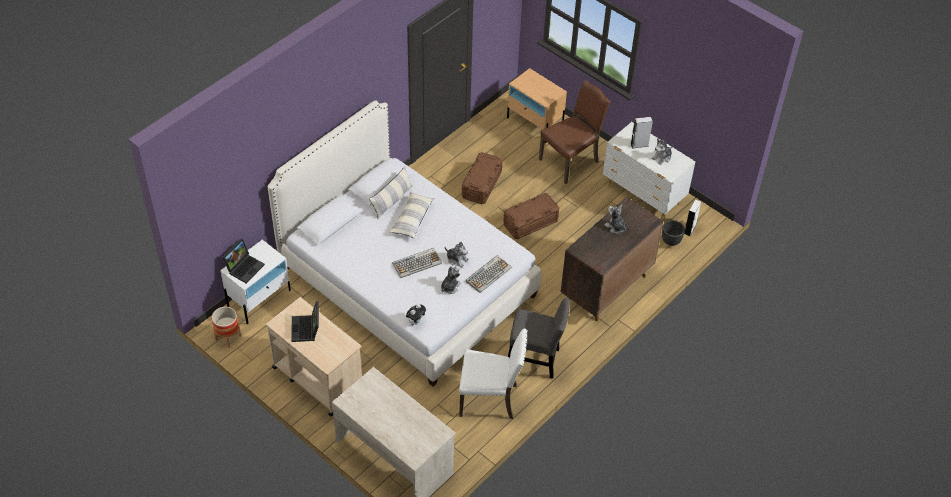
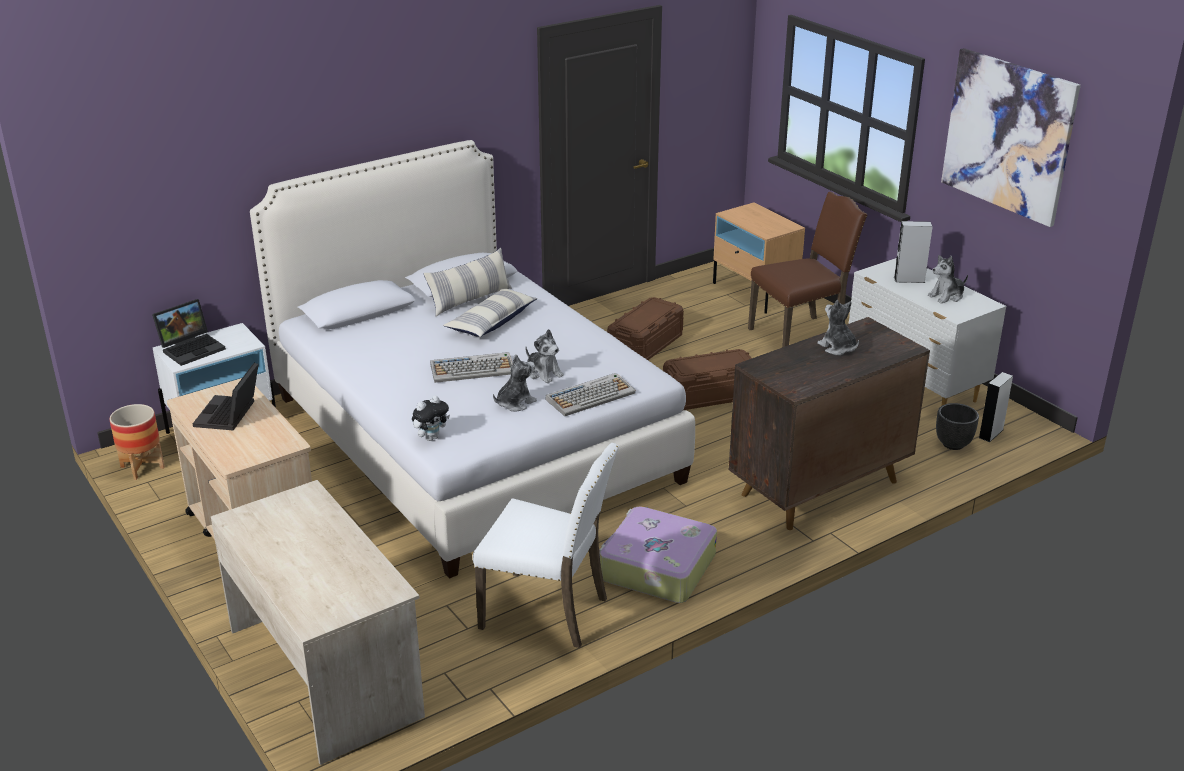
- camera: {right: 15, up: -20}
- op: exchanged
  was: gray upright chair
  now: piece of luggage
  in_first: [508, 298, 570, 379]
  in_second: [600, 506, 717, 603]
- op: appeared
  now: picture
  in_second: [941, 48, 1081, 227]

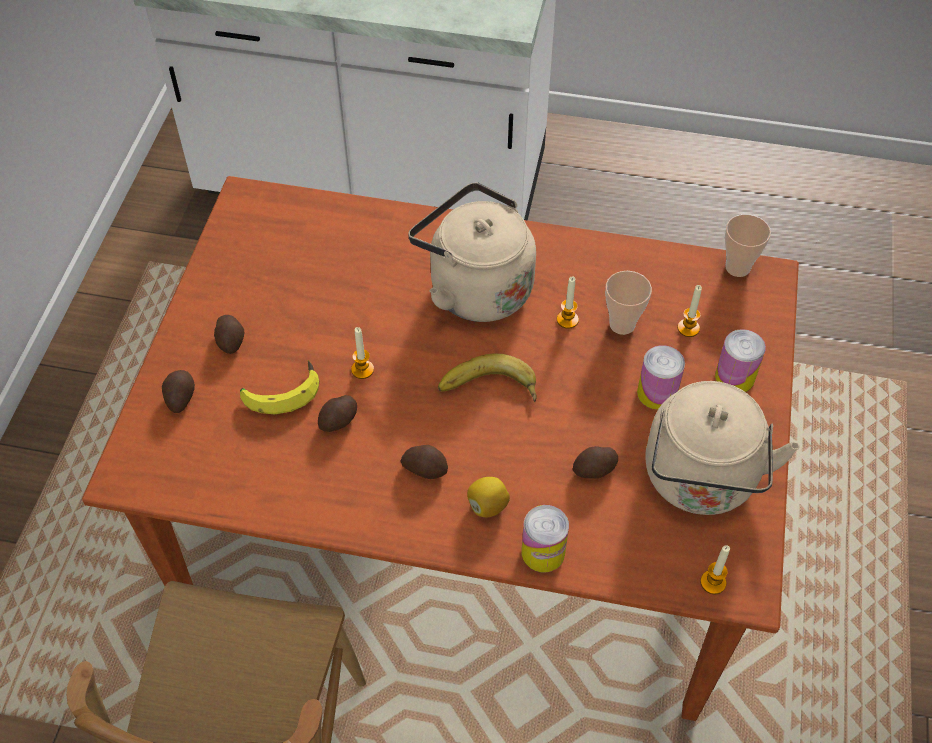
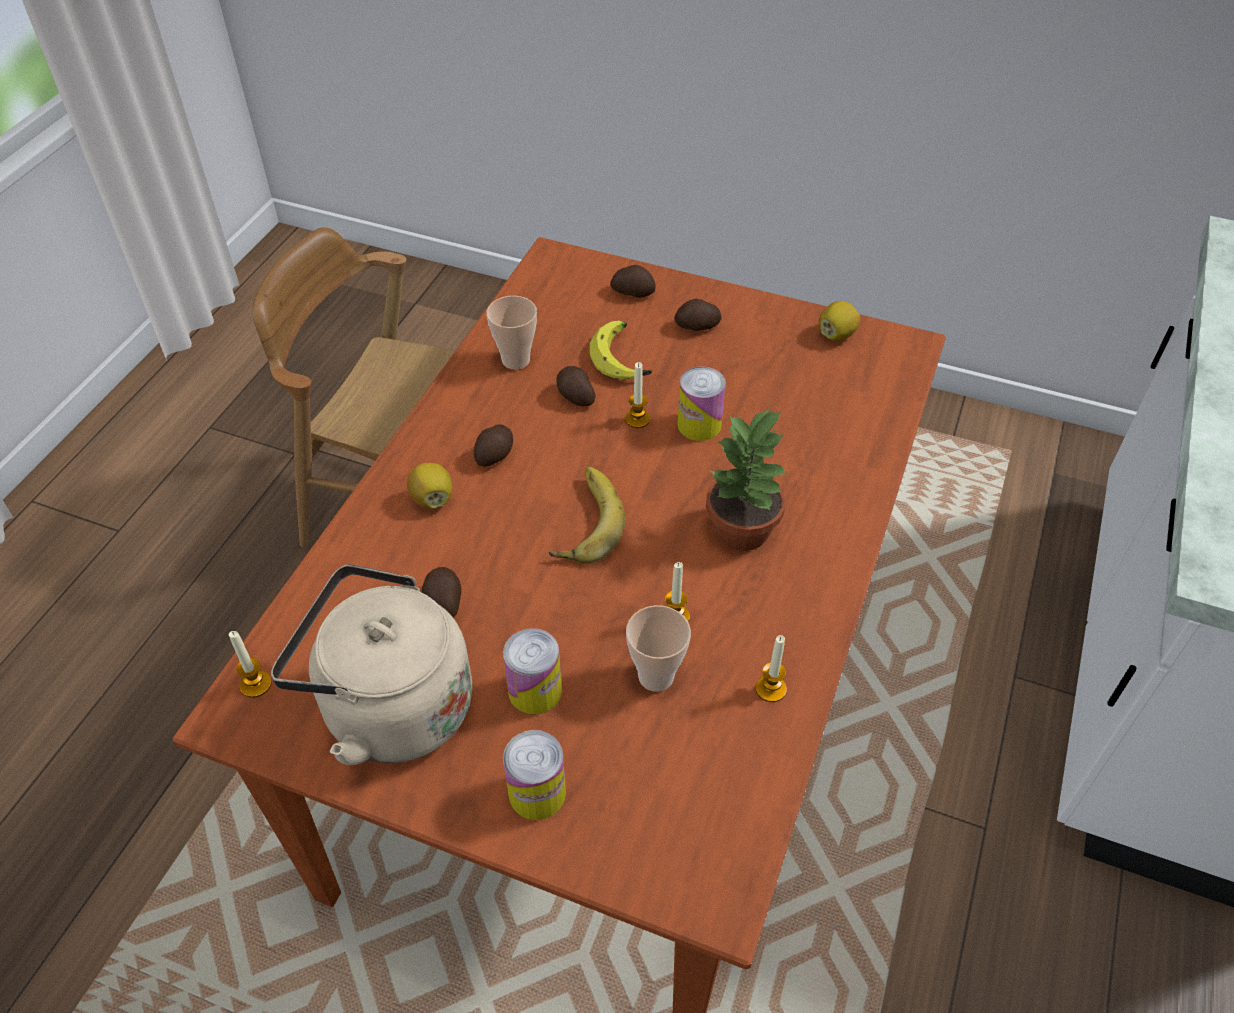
- camera: {right: 100, up: -5}
- op: relocated
  was: cup
  in_first: [725, 214, 771, 277]
  in_second: [486, 296, 537, 370]
- op: relocated
  was: metal can
  in_first: [521, 505, 569, 572]
  in_second: [677, 366, 726, 441]
- op: exchanged
  was: beige tea kettle
  now: houseplant
  in_first: [408, 182, 536, 322]
  in_second: [706, 408, 786, 551]
- op: relocated
  was: wax light
  in_first: [677, 285, 702, 337]
  in_second: [755, 635, 787, 702]
- op: appeared
  now: lemon
  in_second: [819, 301, 860, 341]

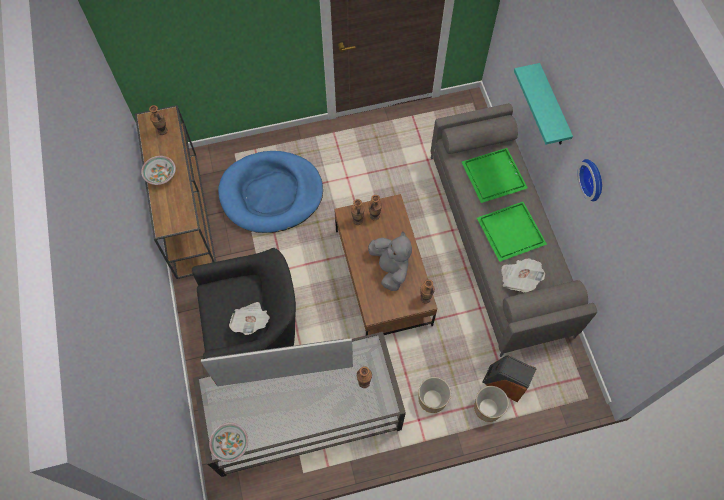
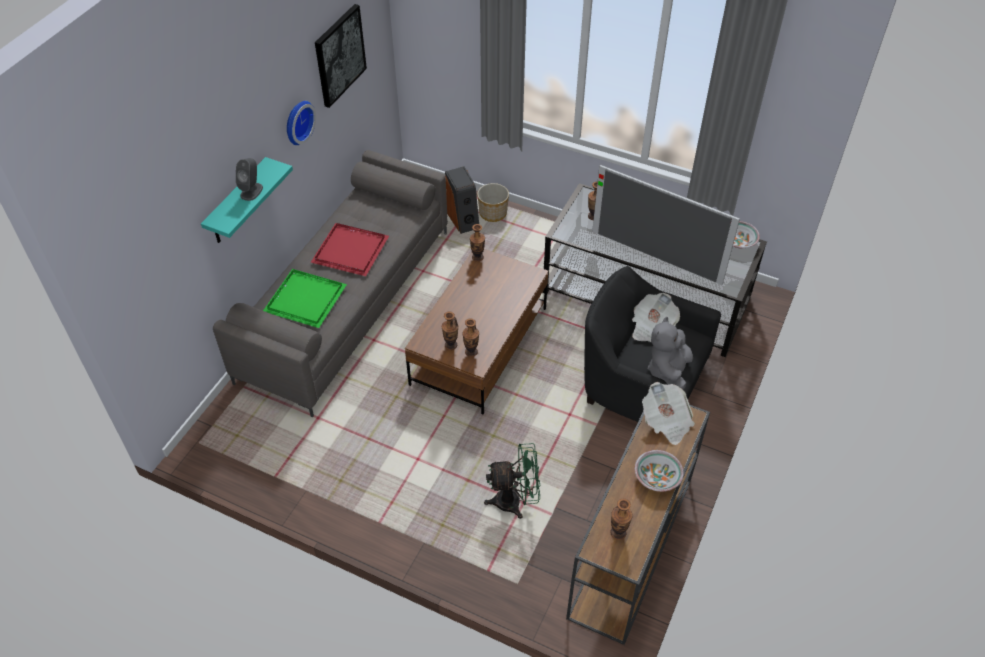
- camera: {right: -140, up: -15}
- op: appeared
  now: gray audio speaker
  in_second: [236, 158, 263, 201]
- op: colour
  was: green carrying tray
  now: red carrying tray
  in_first: [477, 202, 547, 262]
  in_second: [311, 223, 389, 276]
- op: appeared
  now: picture
  in_second: [315, 4, 367, 108]
- op: exchanged
  was: blue-coloured pet bed
  now: green cooling fan
  in_first: [218, 151, 323, 233]
  in_second: [484, 443, 540, 519]
- op: relocated
  was: printed paper
  in_first: [502, 258, 545, 292]
  in_second: [642, 382, 695, 445]
- op: relocated
  was: gray soft toy
  in_first: [368, 231, 412, 291]
  in_second: [648, 317, 693, 390]
- op: missing
  was: plant pot
  in_first: [419, 377, 451, 413]

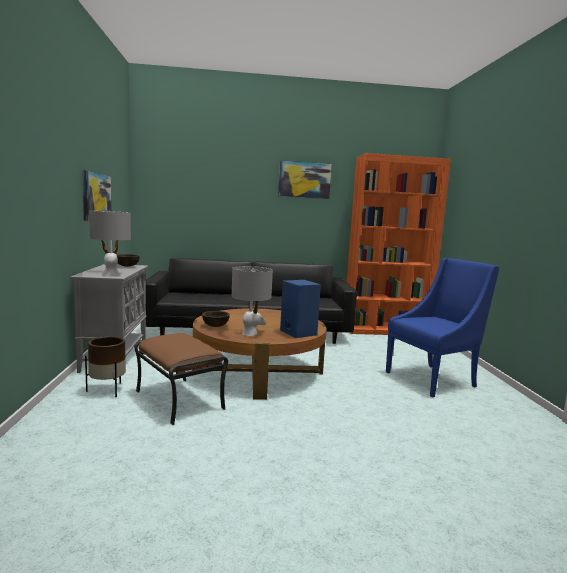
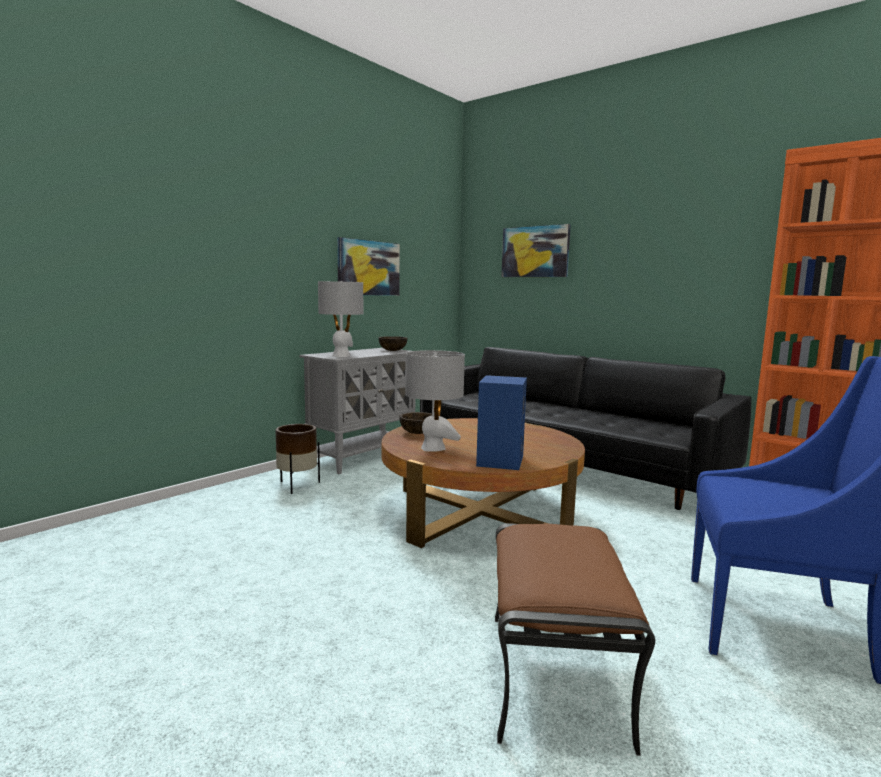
- camera: {right: 45, up: 0}
- op: relocated
  was: brown-coloured footrest
  in_first: [134, 333, 228, 425]
  in_second: [495, 523, 655, 756]
- op: relocated
  was: picture
  in_first: [278, 160, 332, 199]
  in_second: [501, 224, 571, 277]

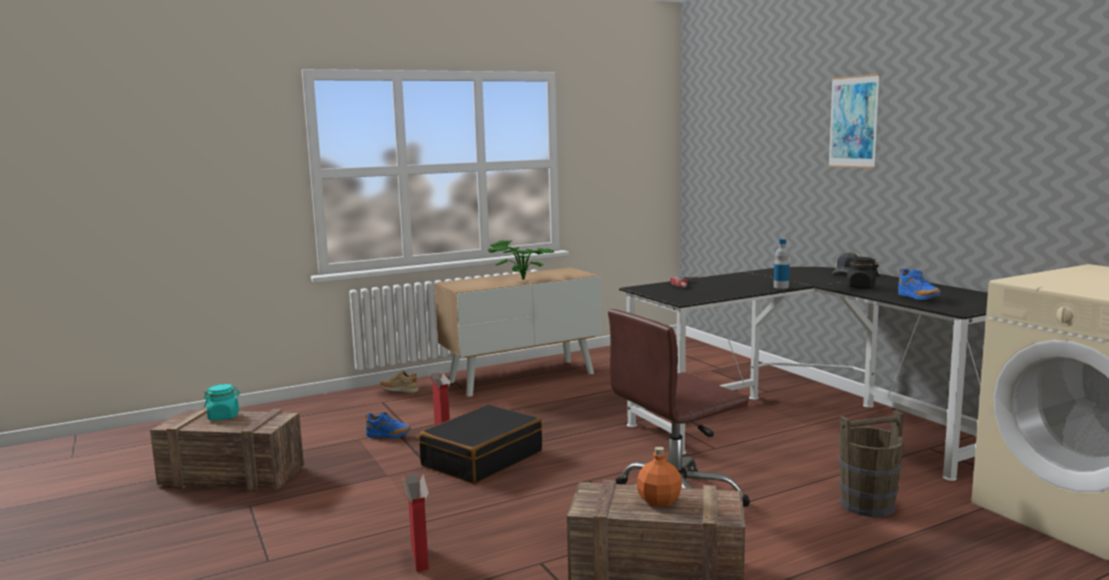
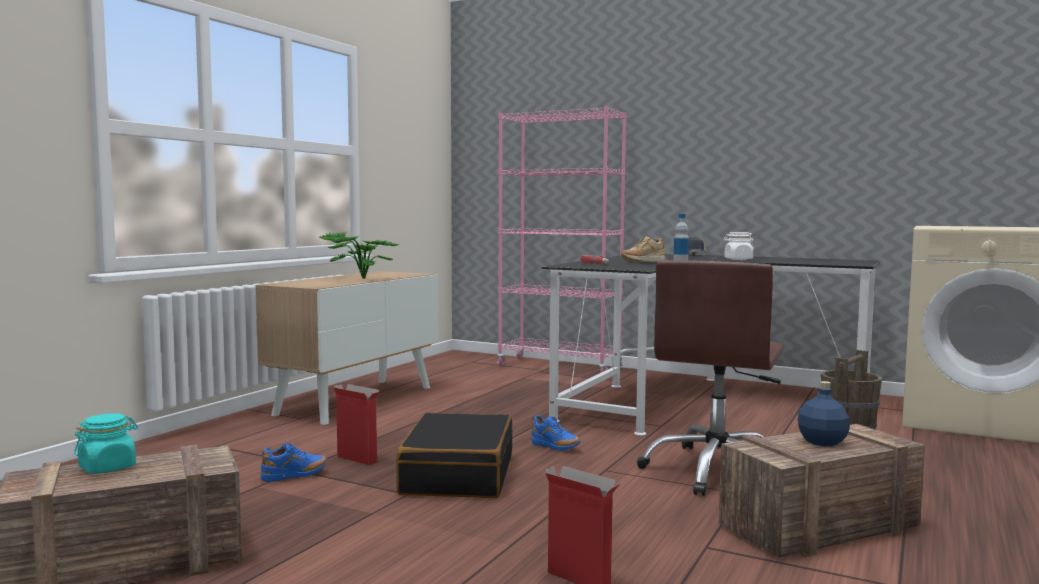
- camera: {right: -35, up: -5}
- op: appeared
  now: pinkish bookshelf
  in_second: [497, 106, 626, 373]
- op: relocated
  was: blue-coloured shoe
  in_first: [898, 269, 941, 300]
  in_second: [531, 415, 580, 451]
- op: relocated
  was: beige shoe
  in_first: [380, 370, 418, 393]
  in_second: [621, 236, 665, 262]
- op: colour
  was: black-coloured jar
  now: white jar
  in_first: [844, 257, 879, 289]
  in_second: [724, 232, 754, 260]
- op: colour
  was: orange drink bottle
  now: blue-coloured drink bottle
  in_first: [637, 447, 682, 507]
  in_second: [797, 381, 850, 446]
- op: missing
  was: picture
  in_first: [828, 74, 880, 168]

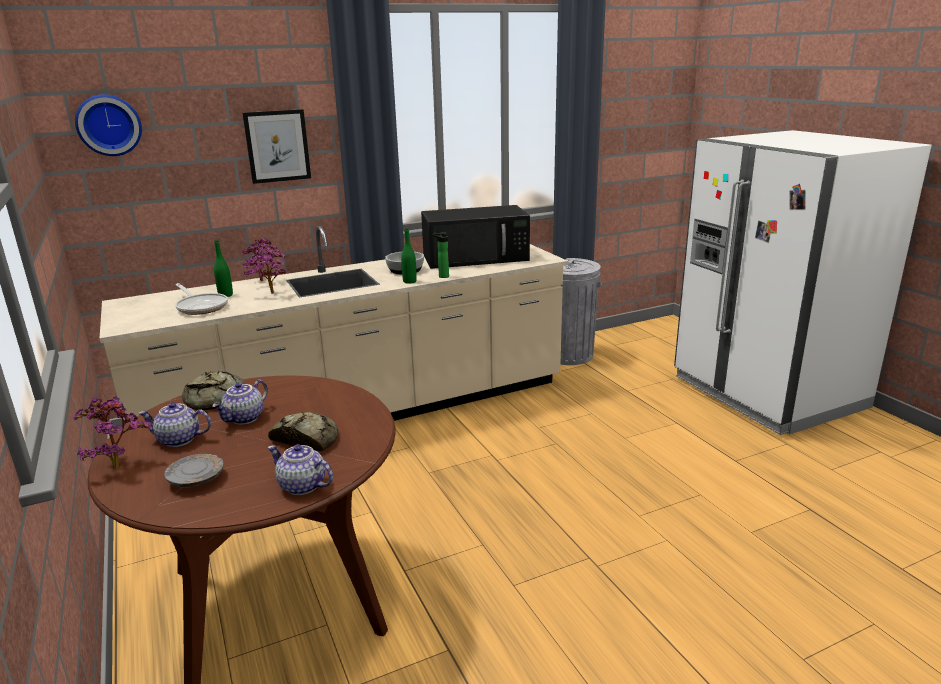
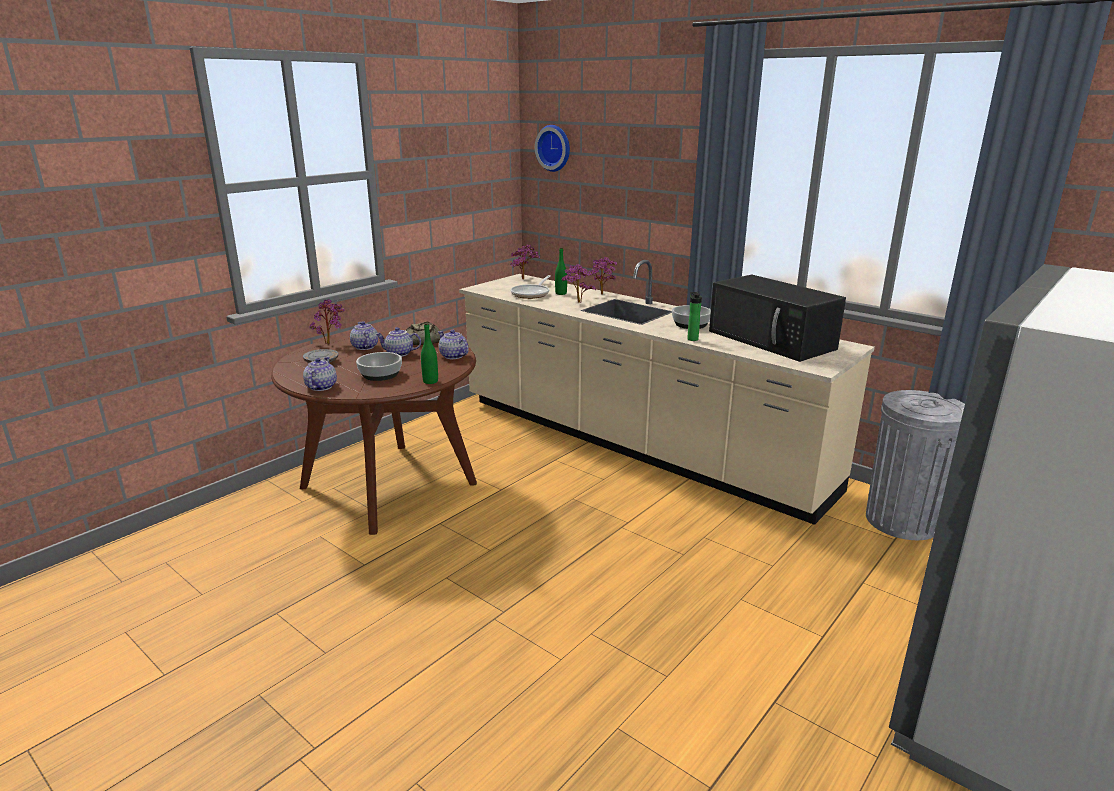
- camera: {right: 65, up: 0}
- op: exchanged
  was: baked bread
  now: bowl
  in_first: [268, 412, 338, 451]
  in_second: [356, 352, 402, 381]
- op: relocated
  was: green drink bottle
  in_first: [401, 228, 417, 284]
  in_second: [421, 323, 438, 384]
- op: appeared
  now: pot for tea
  in_second: [438, 330, 469, 359]
- op: appeared
  now: houseplant
  in_second: [510, 244, 540, 280]
- op: missing
  was: picture
  in_first: [242, 109, 311, 184]

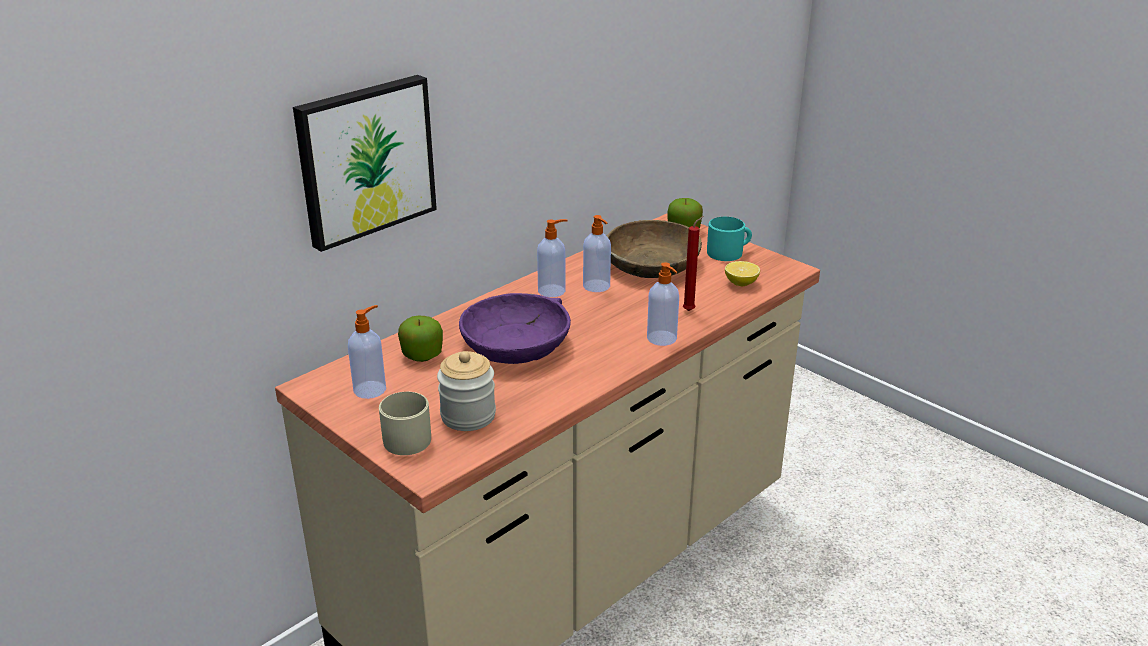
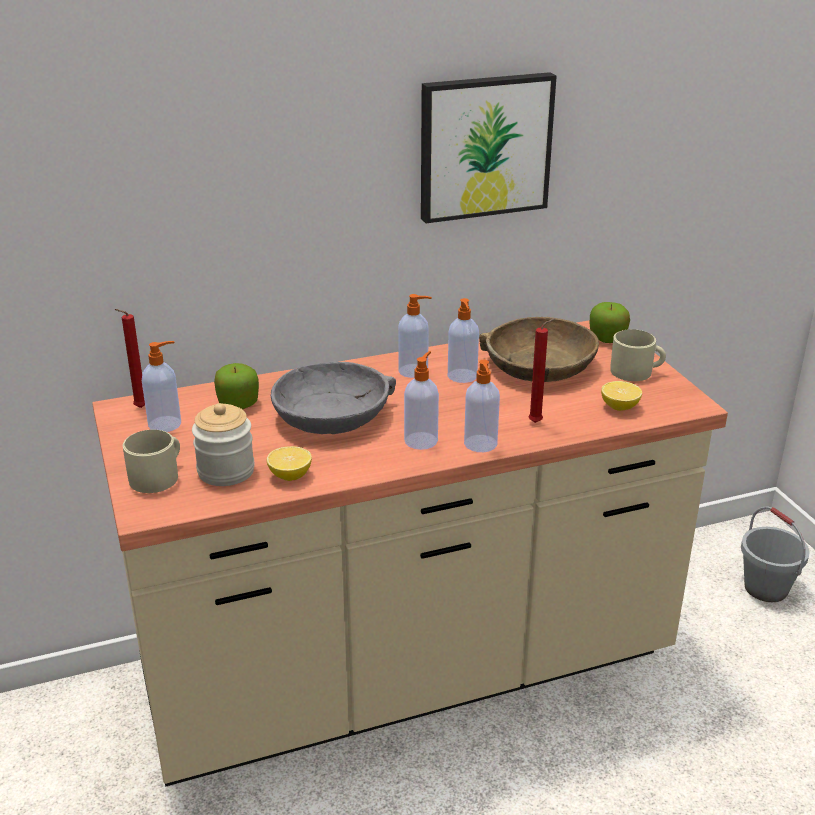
- camera: {right: 25, up: 0}
- op: appeared
  now: red wax light
  in_second: [115, 309, 145, 408]
- op: appeared
  now: lemon
  in_second: [267, 446, 312, 481]
- op: colour
  was: purplish bowl
  now: gray bowl
  in_first: [459, 293, 571, 364]
  in_second: [271, 362, 396, 434]
- op: appeared
  now: liquid soap bottle
  in_second: [404, 351, 439, 450]
- op: relocated
  was: picture
  in_first: [293, 75, 437, 252]
  in_second: [421, 72, 556, 223]
- op: colour
  was: blue-green tea mug
  now: beige tea mug
  in_first: [707, 217, 752, 261]
  in_second: [610, 329, 666, 381]
- op: appeared
  now: gray pail
  in_second: [741, 506, 810, 602]

